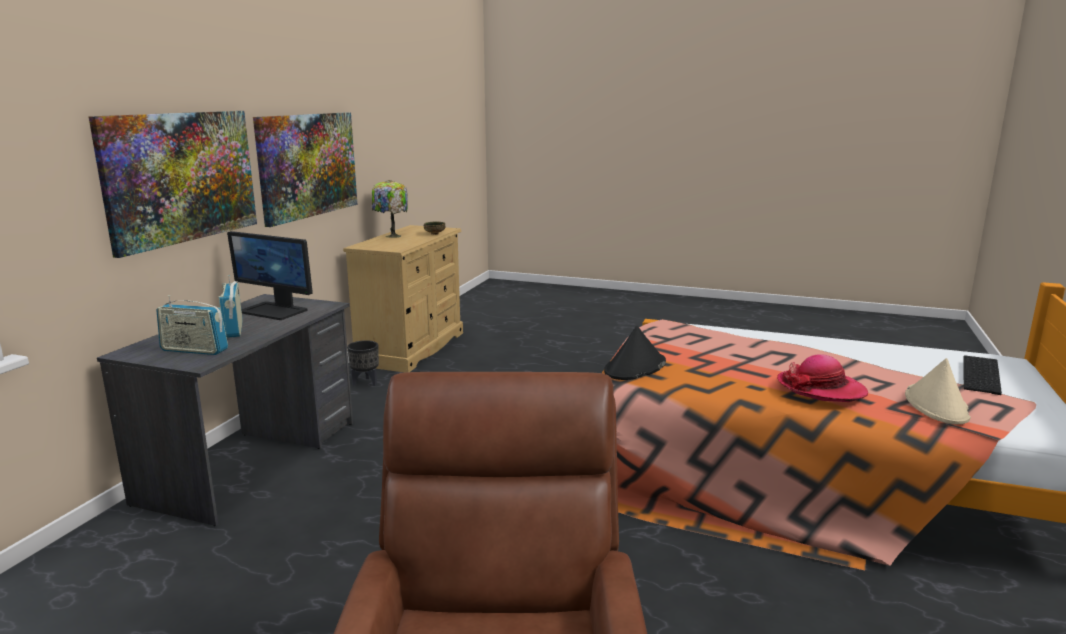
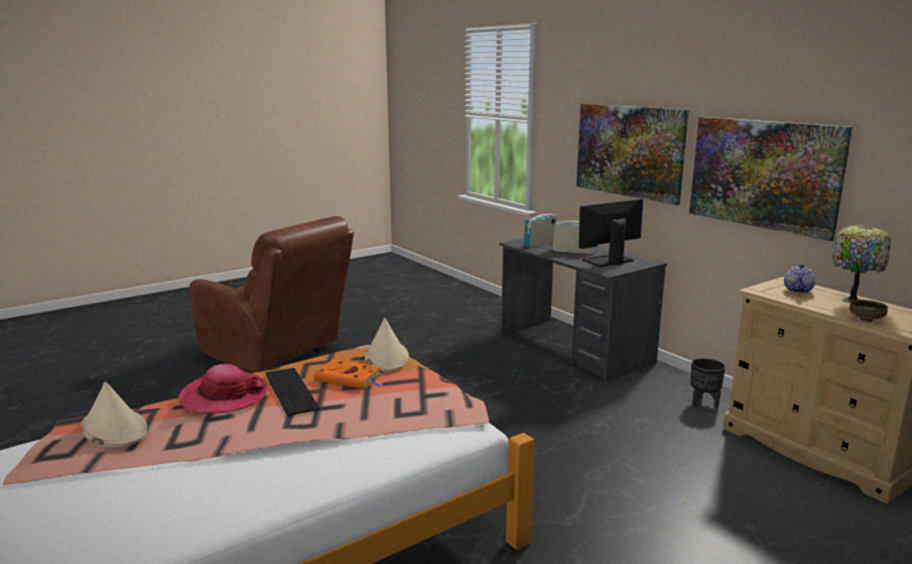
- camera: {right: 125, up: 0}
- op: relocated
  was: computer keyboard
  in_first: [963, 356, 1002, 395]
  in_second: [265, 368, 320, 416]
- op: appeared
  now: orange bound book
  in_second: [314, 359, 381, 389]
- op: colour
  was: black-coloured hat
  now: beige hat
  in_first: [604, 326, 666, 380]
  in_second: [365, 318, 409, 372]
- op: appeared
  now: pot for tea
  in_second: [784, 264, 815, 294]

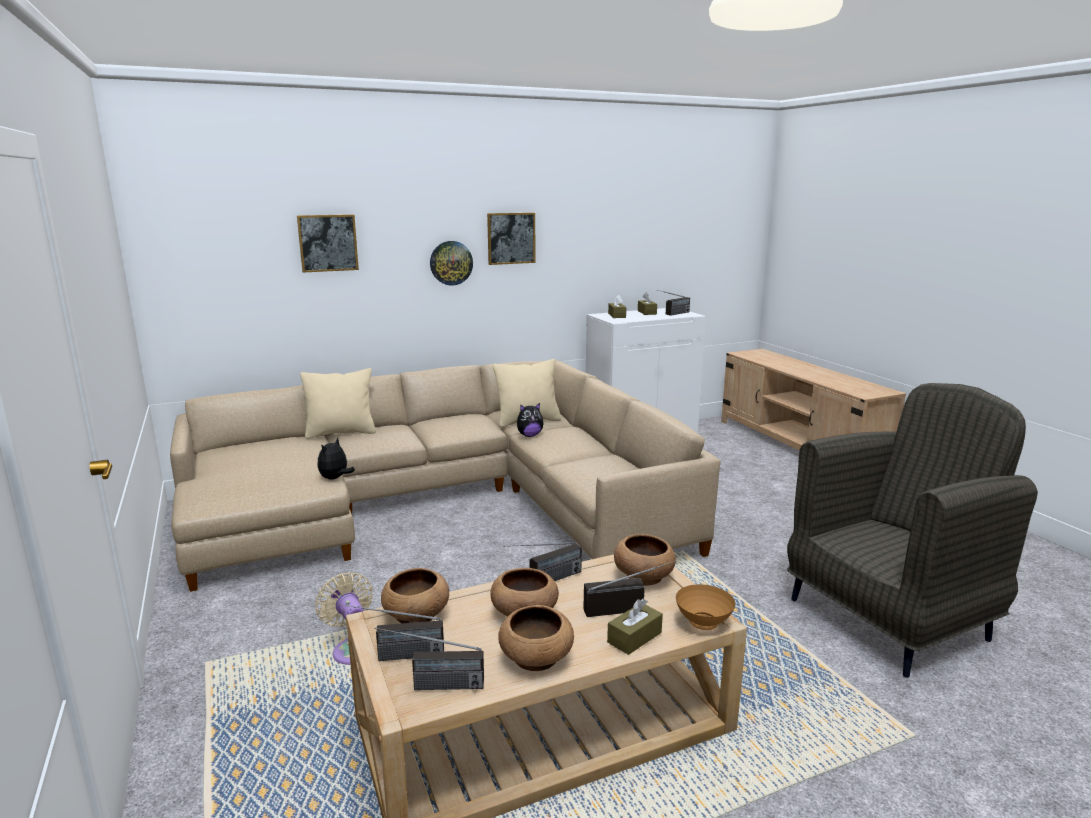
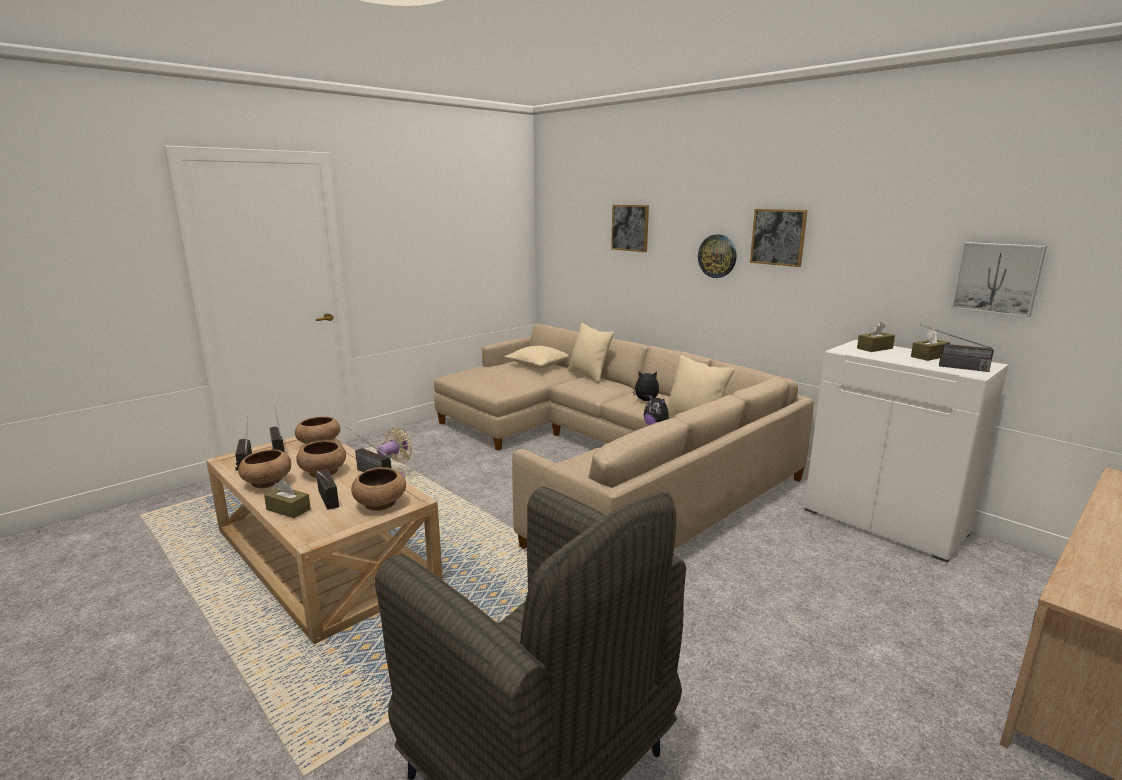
- camera: {right: 70, up: 0}
- op: appeared
  now: beige pillow
  in_second: [505, 346, 569, 368]
- op: relocated
  was: soft toy
  in_first: [317, 437, 355, 479]
  in_second: [633, 371, 659, 401]
- op: appeared
  now: picture
  in_second: [951, 242, 1047, 317]
- op: missing
  was: brown-coloured bowl
  in_first: [676, 584, 735, 630]

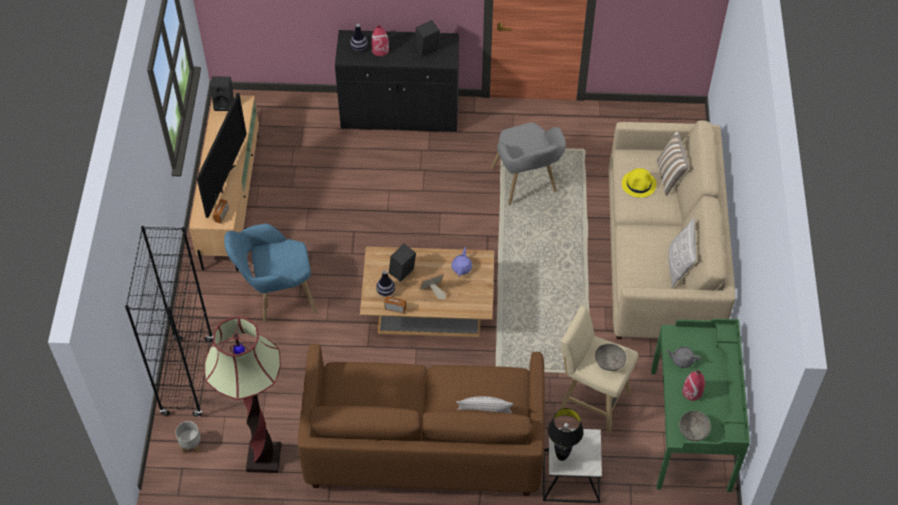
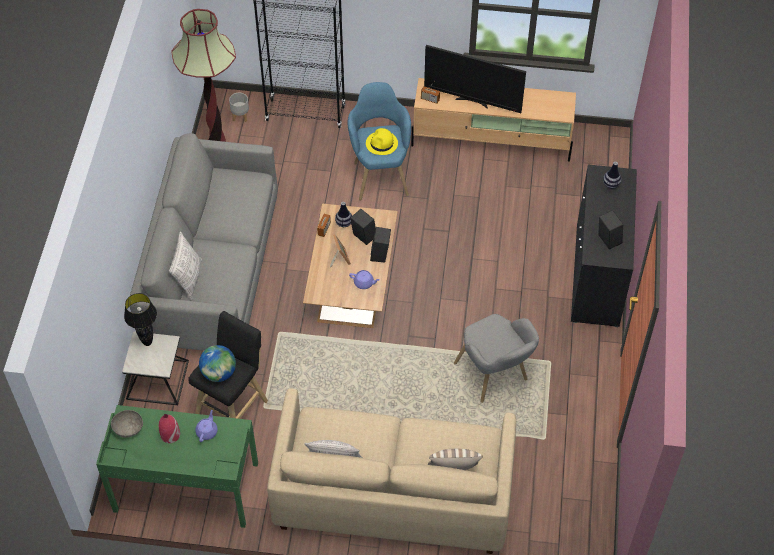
- camera: {right: 95, up: 0}
- op: colour
  was: brown-coloured settee
  now: gray settee
  in_first: [298, 344, 544, 496]
  in_second: [130, 133, 278, 351]
- op: colour
  was: beige sitting stool
  now: black-coloured sitting stool
  in_first: [559, 306, 638, 434]
  in_second: [188, 311, 268, 419]
- op: colour
  was: gray pot for tea
  now: purplish pot for tea
  in_first: [666, 347, 701, 368]
  in_second: [195, 410, 218, 442]
- op: exchanged
  was: gray bowl
  now: world globe
  in_first: [595, 344, 626, 371]
  in_second: [199, 345, 236, 382]
- op: relocated
  was: yellowish hat
  in_first: [622, 168, 656, 198]
  in_second: [366, 128, 398, 155]
- op: relocated
  was: black-coloured audio speaker
  in_first: [210, 76, 234, 111]
  in_second: [370, 227, 391, 263]
- op: spun
  was: gray armchair
  in_first: [491, 122, 566, 205]
  in_second: [454, 314, 539, 403]
  clockwise: -105
- op: missing
  was: red vase
  in_first: [371, 25, 389, 56]

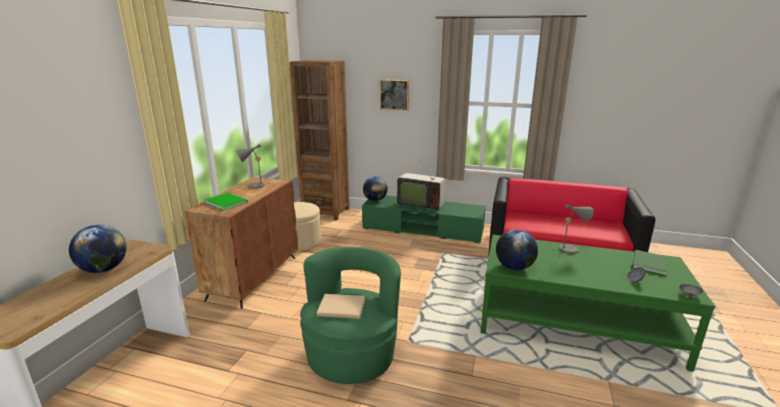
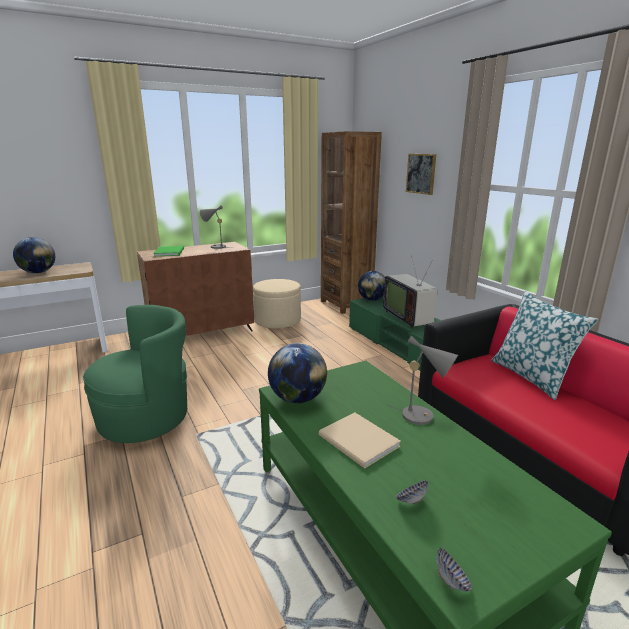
- camera: {right: 45, up: 0}
- op: relocated
  was: beige bound book
  in_first: [317, 294, 365, 319]
  in_second: [319, 413, 401, 468]
- op: appeared
  now: pillow
  in_second: [491, 291, 598, 400]
- op: missing
  was: green bound book
  in_first: [632, 250, 668, 276]

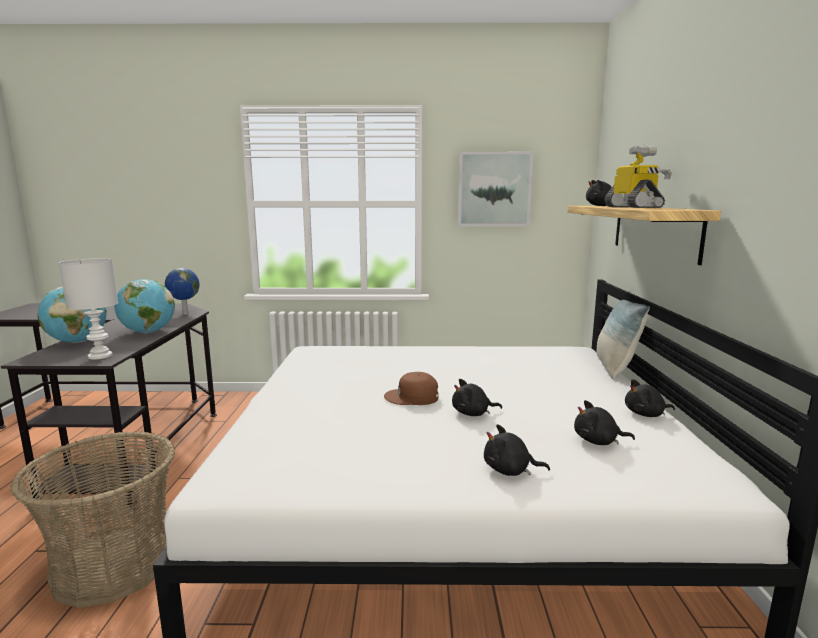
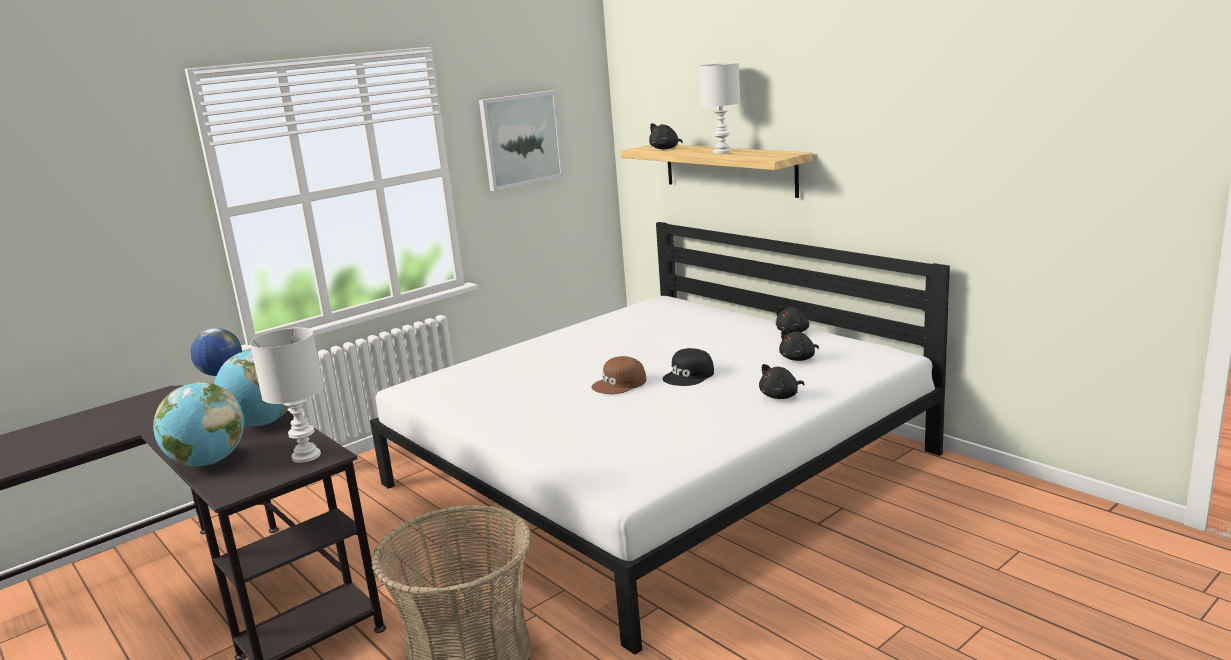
- camera: {right: -40, up: 5}
- op: exchanged
  was: black-coloured soft toy
  now: black-coloured baseball cap
  in_first: [452, 379, 502, 416]
  in_second: [663, 348, 714, 386]
- op: exchanged
  was: robot figure
  now: white lamp for a table
  in_first: [604, 145, 672, 208]
  in_second: [699, 62, 740, 154]
- op: missing
  was: pillow
  in_first: [596, 291, 650, 379]

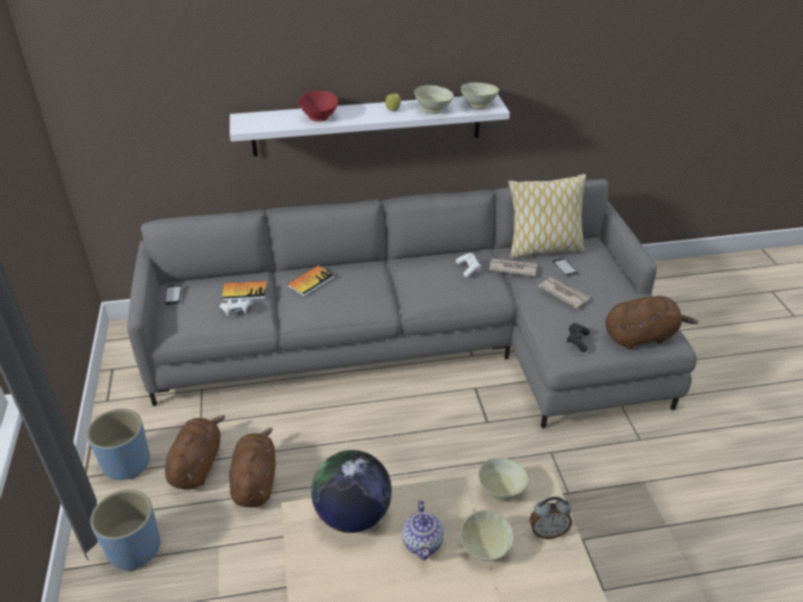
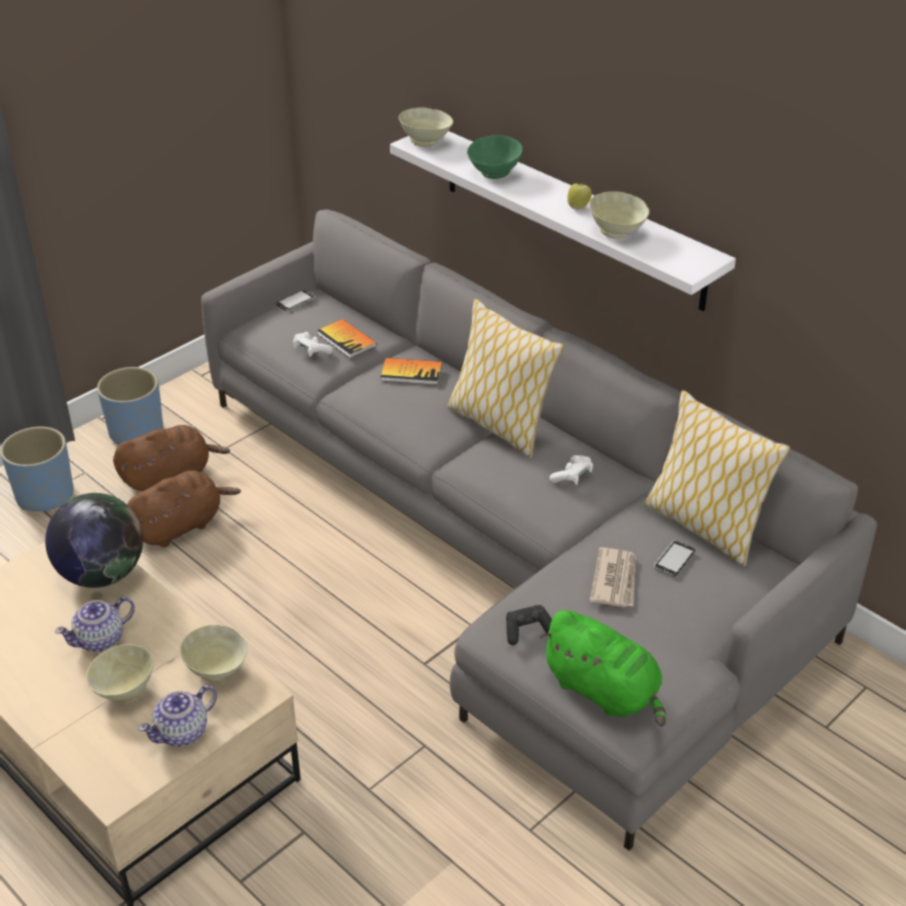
- camera: {right: 55, up: 0}
- op: exchanged
  was: alarm clock
  now: pot for tea
  in_first: [530, 497, 572, 539]
  in_second: [138, 685, 217, 746]
- op: relocated
  was: beige bowl
  in_first: [461, 83, 499, 109]
  in_second: [399, 107, 453, 147]
- op: appeared
  now: pillow
  in_second: [447, 299, 564, 458]
- op: colour
  was: red bowl
  now: green bowl
  in_first: [298, 91, 338, 122]
  in_second: [467, 135, 523, 179]
- op: colour
  was: brown-coloured soft toy
  now: green soft toy
  in_first: [605, 296, 699, 350]
  in_second: [540, 610, 666, 727]
- op: missing
  was: printed paper
  in_first: [489, 258, 537, 277]

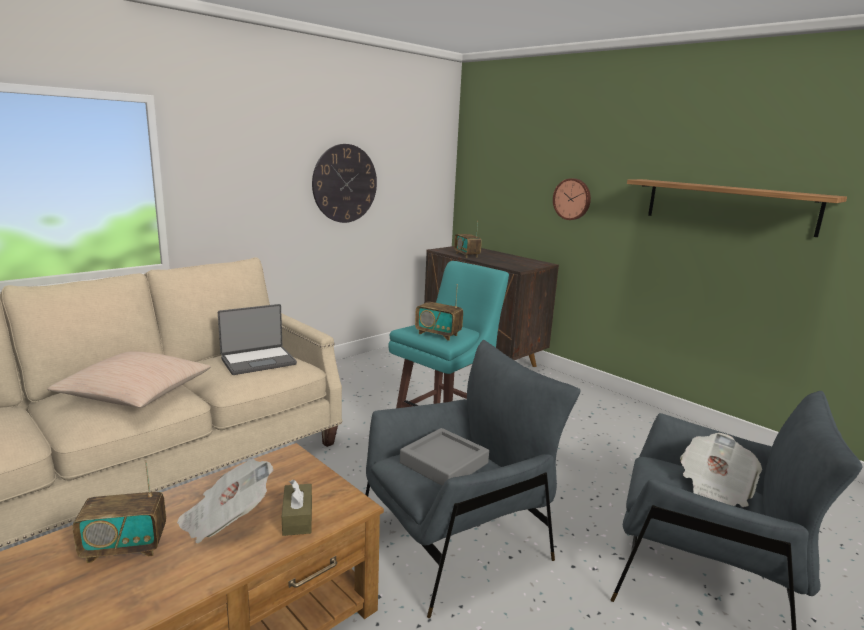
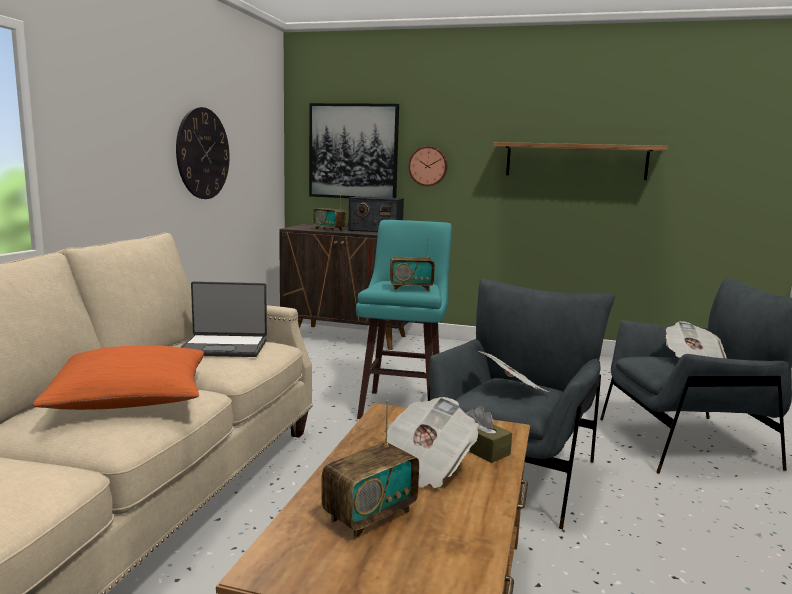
- camera: {right: -30, up: -5}
- op: colour
  was: beige pillow
  now: orange pillow
  in_first: [47, 351, 211, 408]
  in_second: [33, 345, 204, 410]
- op: spun
  was: notebook computer
  in_first: [218, 304, 297, 375]
  in_second: [180, 281, 267, 357]
  clockwise: 60
- op: appeared
  now: picture
  in_second: [309, 103, 399, 198]
- op: appeared
  now: radio receiver
  in_second: [348, 196, 404, 232]
- op: exchanged
  was: gray carrying tray
  now: printed paper
  in_first: [400, 428, 489, 486]
  in_second: [479, 351, 549, 392]

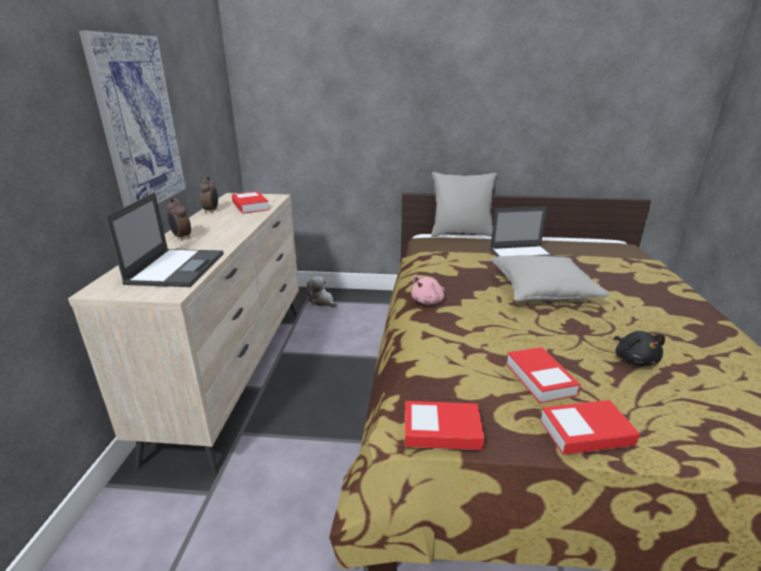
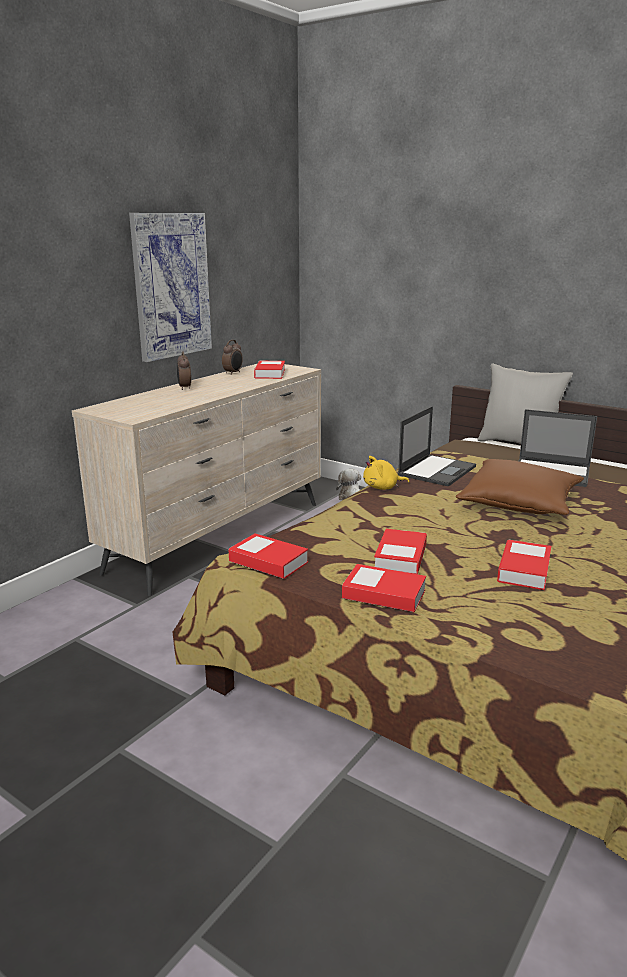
- camera: {right: 30, up: -5}
- op: colour
  was: pinkish soft toy
  now: yellowish soft toy
  in_first: [411, 275, 445, 305]
  in_second: [363, 456, 409, 490]
- op: relocated
  was: notebook computer
  in_first: [105, 192, 224, 287]
  in_second: [398, 406, 476, 487]
- op: colour
  was: gray pillow
  now: brown-coloured pillow
  in_first: [491, 255, 610, 301]
  in_second: [456, 459, 584, 515]
- op: exchanged
  was: black-coloured soft toy
  now: bound book
  in_first: [614, 331, 665, 366]
  in_second: [497, 540, 551, 590]

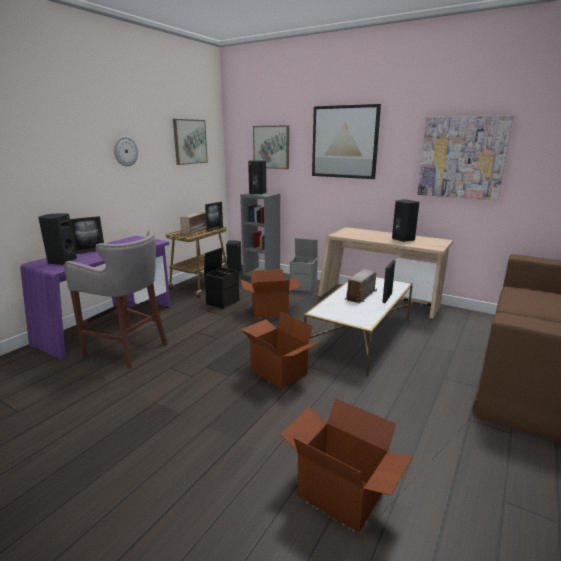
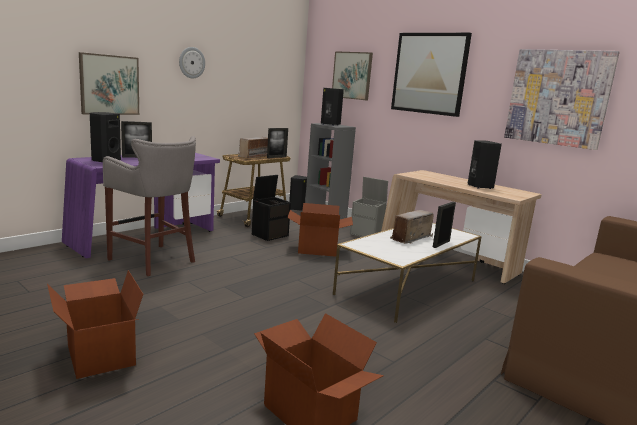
- camera: {right: 10, up: -5}
- op: relocated
  was: packing box
  in_first: [241, 312, 320, 389]
  in_second: [47, 270, 143, 379]
- op: relocated
  was: picture
  in_first: [173, 119, 208, 165]
  in_second: [79, 52, 139, 115]

